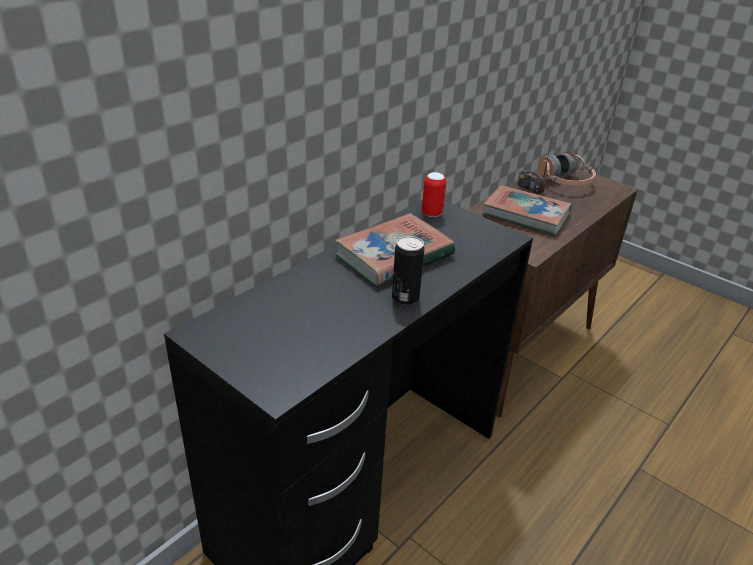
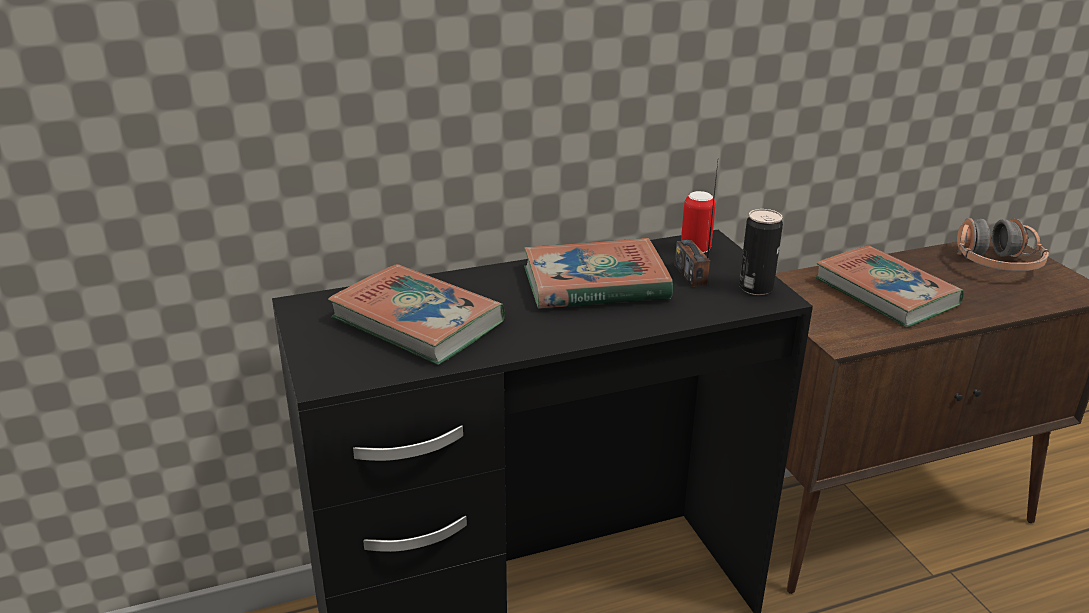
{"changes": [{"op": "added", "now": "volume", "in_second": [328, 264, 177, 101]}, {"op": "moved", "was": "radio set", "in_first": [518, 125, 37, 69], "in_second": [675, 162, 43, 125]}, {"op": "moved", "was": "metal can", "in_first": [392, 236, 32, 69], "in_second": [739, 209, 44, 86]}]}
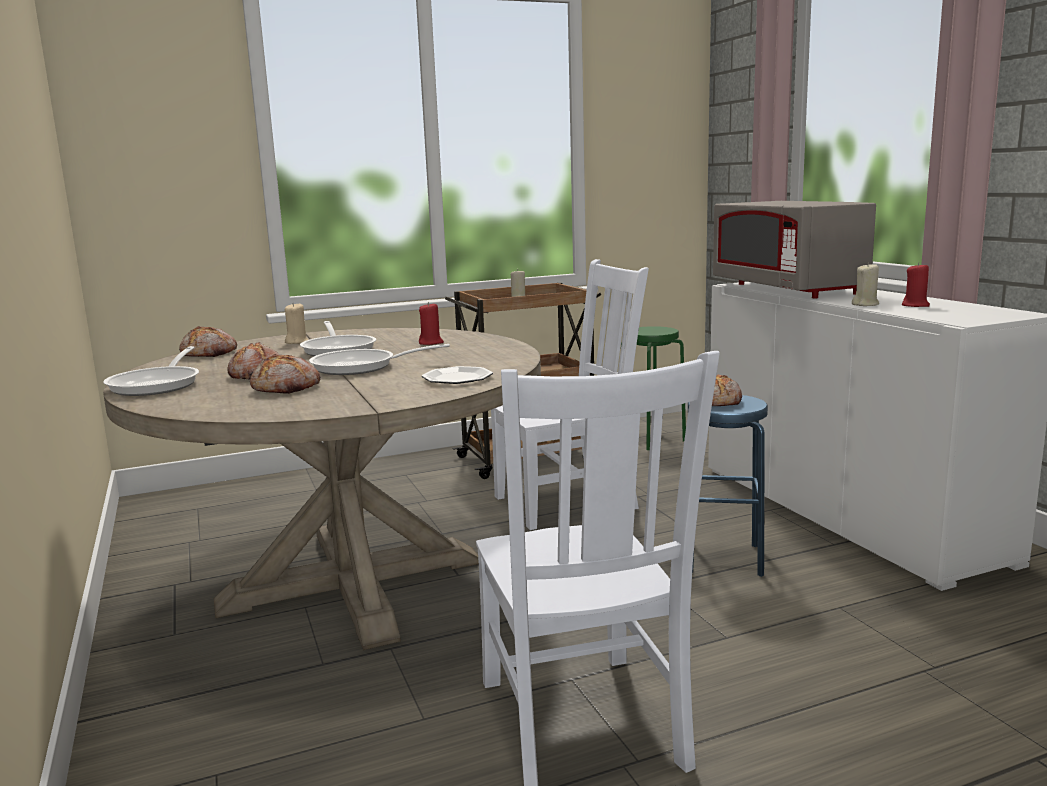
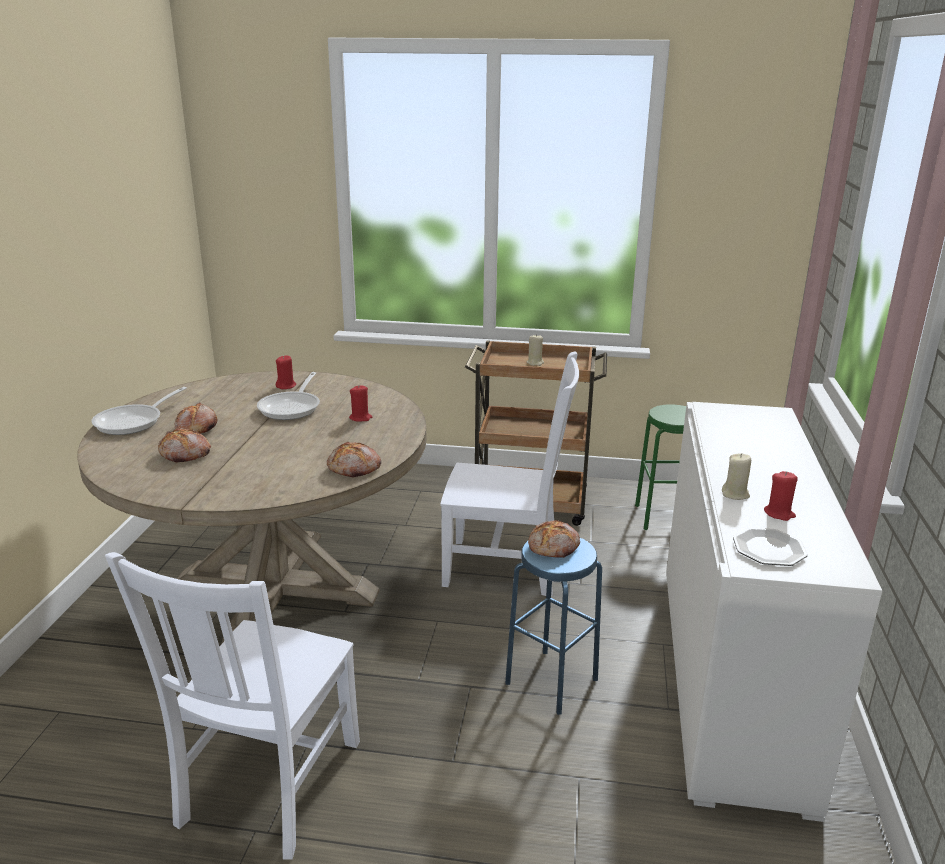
{"changes": [{"op": "recoloured", "was": "sand-coloured wax light", "now": "red wax light", "in_first": [285, 302, 24, 42], "in_second": [276, 355, 20, 34]}, {"op": "moved", "was": "baked bread", "in_first": [179, 326, 58, 31], "in_second": [327, 442, 54, 36]}, {"op": "moved", "was": "flat dish", "in_first": [422, 366, 71, 18], "in_second": [733, 527, 75, 39]}, {"op": "removed", "was": "pan", "in_first": [309, 344, 141, 31]}, {"op": "removed", "was": "grey kitchen microwave", "in_first": [713, 201, 163, 98]}]}
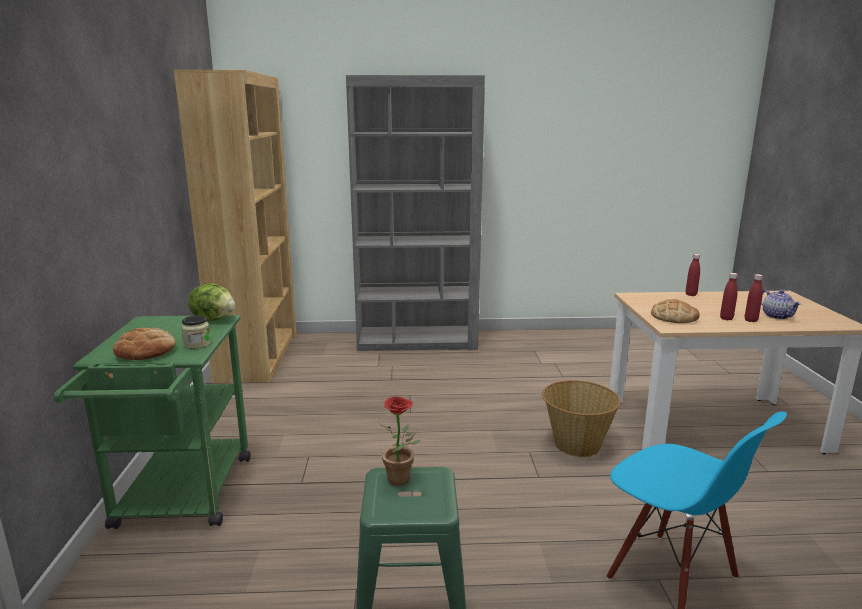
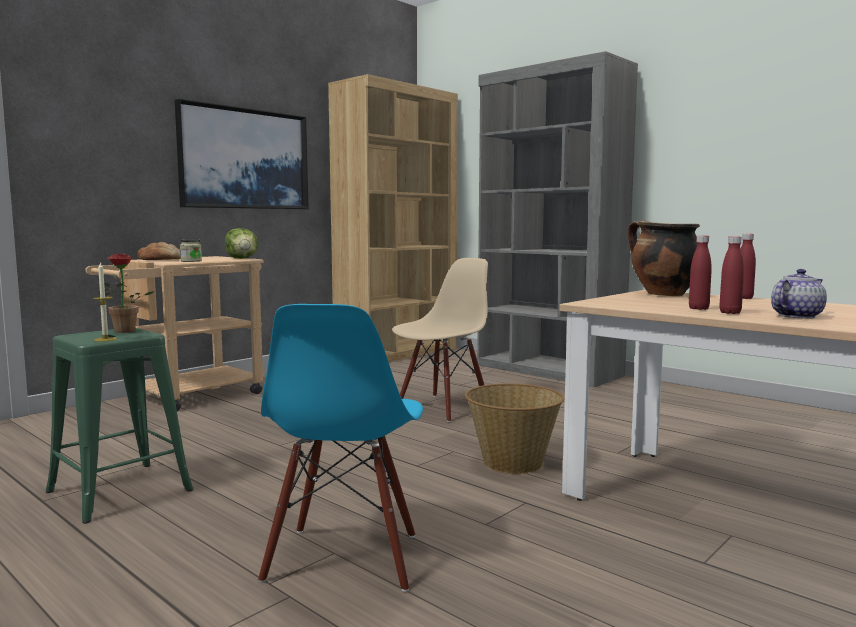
{"changes": [{"op": "recoloured", "was": "green-coloured wheeled cart", "now": "sand-coloured wheeled cart", "in_first": [54, 315, 197, 214], "in_second": [85, 256, 179, 155]}, {"op": "added", "now": "wax light", "in_second": [93, 262, 24, 80]}, {"op": "added", "now": "picture", "in_second": [175, 99, 134, 110]}, {"op": "added", "now": "sand-coloured upright chair", "in_second": [392, 258, 96, 164]}, {"op": "added", "now": "stockpot", "in_second": [627, 221, 73, 75]}, {"op": "turned", "was": "pot for tea", "in_first": [761, 290, 41, 29], "in_second": [771, 269, 56, 50], "clockwise": -150}, {"op": "removed", "was": "baked bread", "in_first": [651, 299, 49, 24]}]}
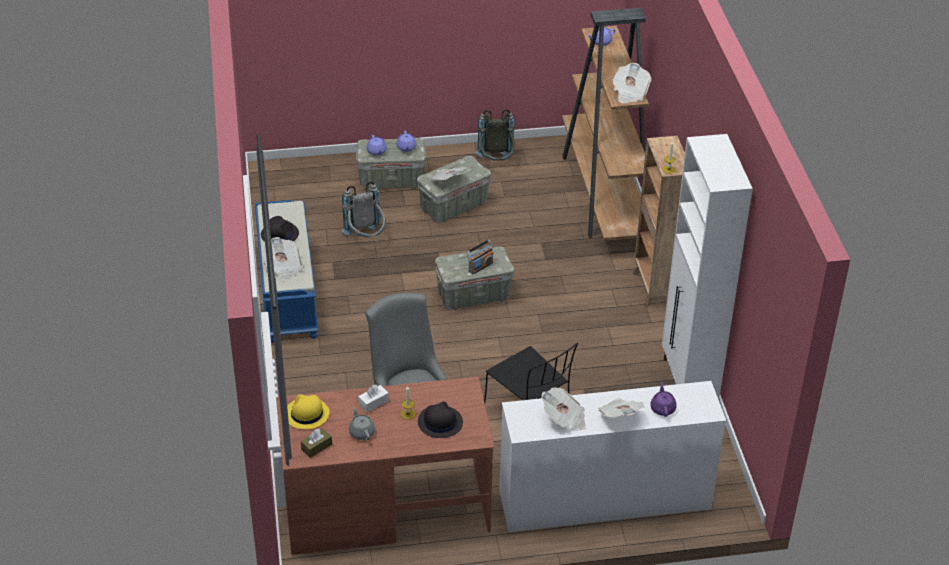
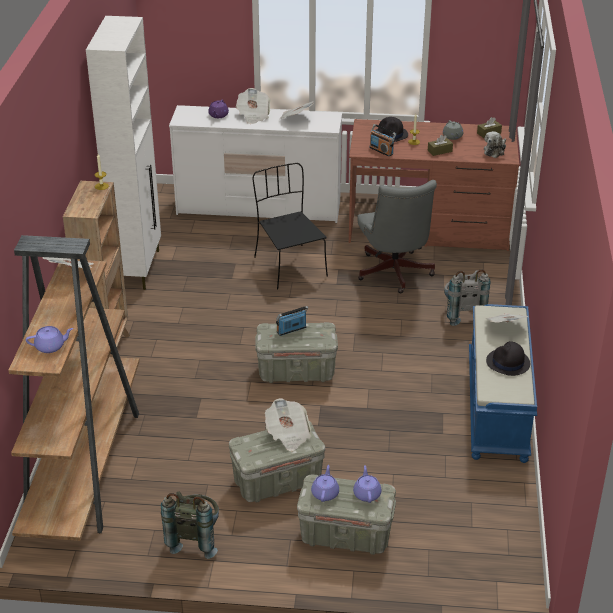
{"changes": [{"op": "added", "now": "radio set", "in_second": [369, 124, 27, 32]}, {"op": "recoloured", "was": "white-coloured tissue box", "now": "brownish tissue box", "in_first": [358, 384, 31, 28], "in_second": [428, 135, 25, 21]}, {"op": "moved", "was": "grey backpack", "in_first": [342, 181, 44, 56], "in_second": [444, 269, 46, 57]}, {"op": "replaced", "was": "yellowish hat", "now": "plush toy", "in_first": [287, 394, 43, 36], "in_second": [484, 131, 22, 27]}]}
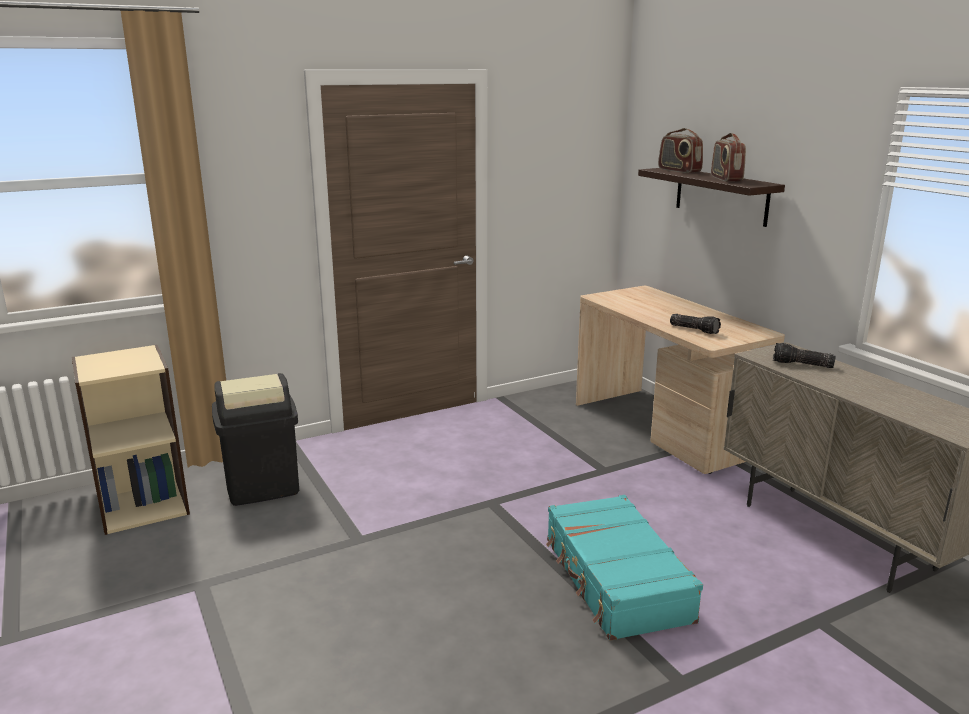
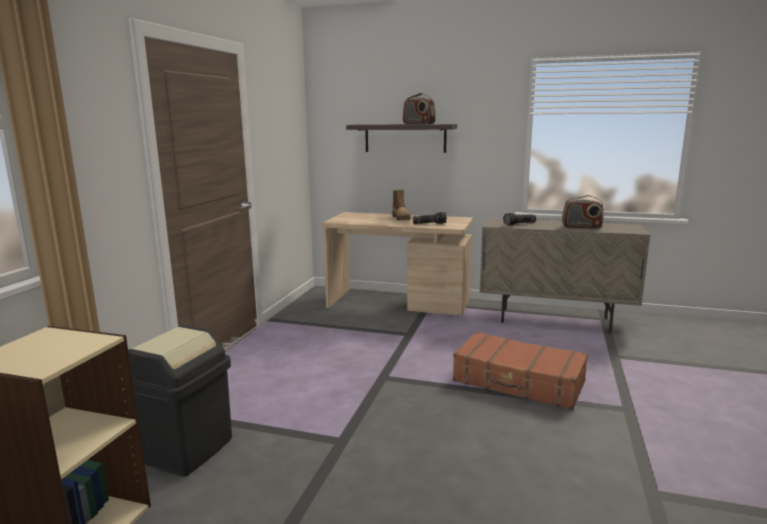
{"changes": [{"op": "added", "now": "boot", "in_second": [392, 190, 19, 30]}, {"op": "recoloured", "was": "turquoise-coloured suitcase", "now": "brownish suitcase", "in_first": [546, 495, 157, 146], "in_second": [453, 332, 135, 78]}, {"op": "moved", "was": "radio set", "in_first": [658, 128, 45, 45], "in_second": [562, 195, 42, 34]}]}
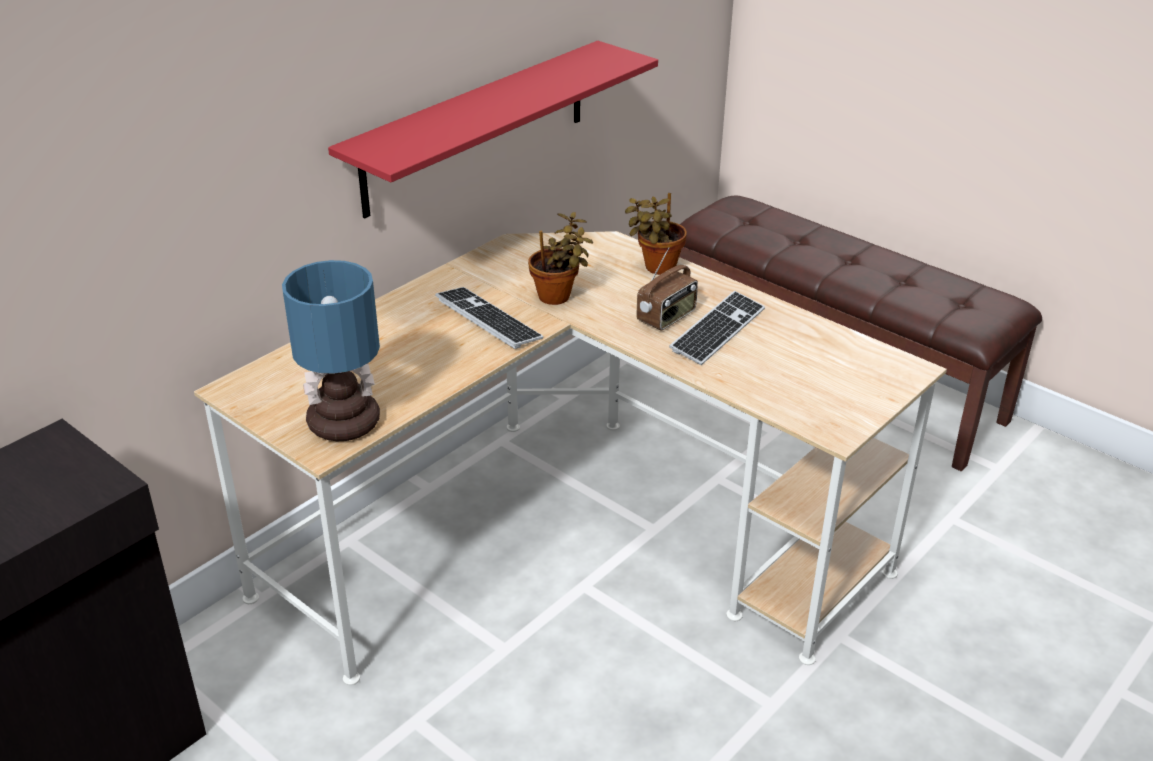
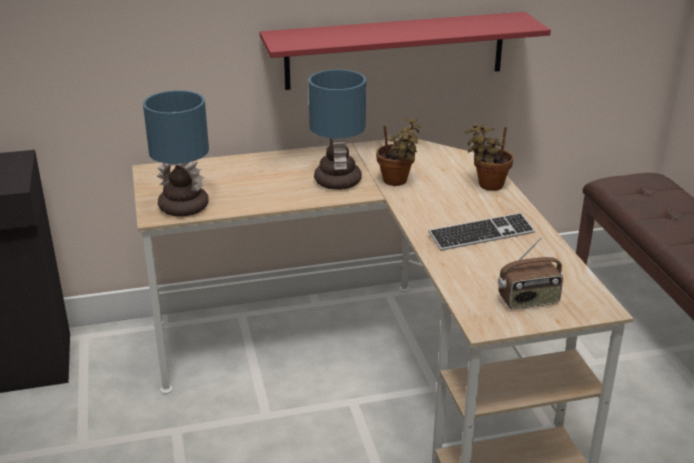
{"changes": [{"op": "replaced", "was": "computer keyboard", "now": "tabletop lamp", "in_first": [435, 287, 108, 62], "in_second": [308, 69, 58, 121]}, {"op": "moved", "was": "radio set", "in_first": [637, 247, 61, 84], "in_second": [498, 238, 65, 71]}]}
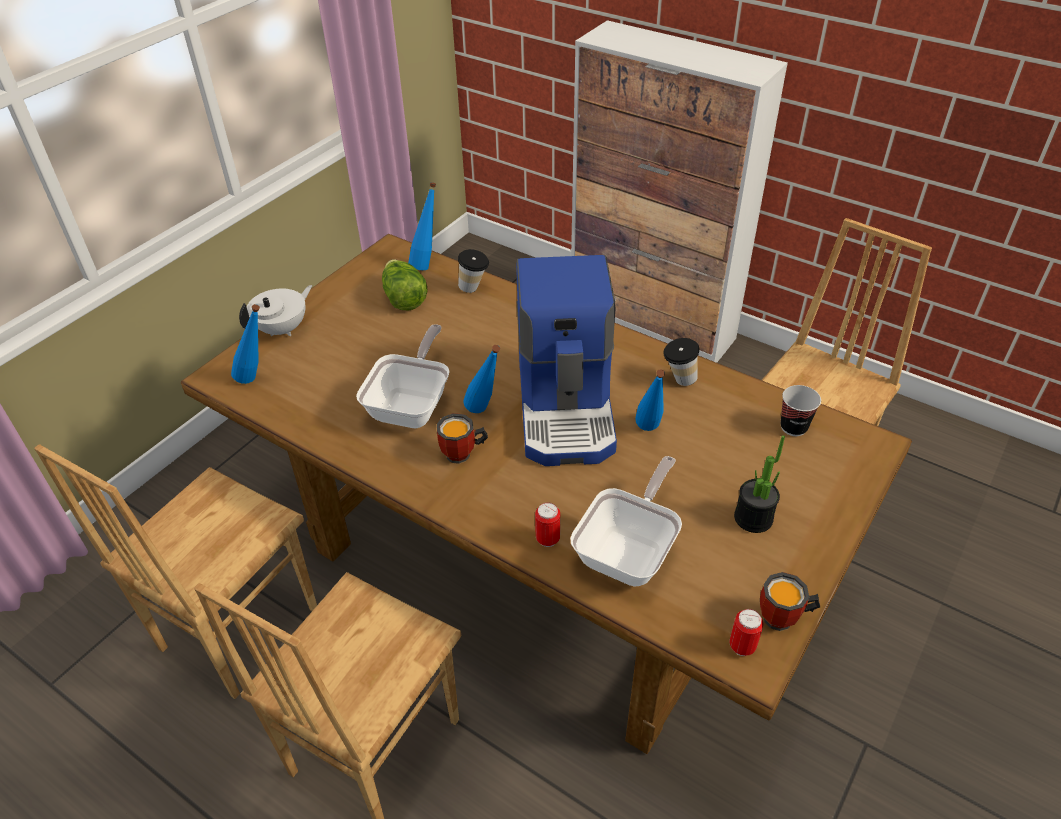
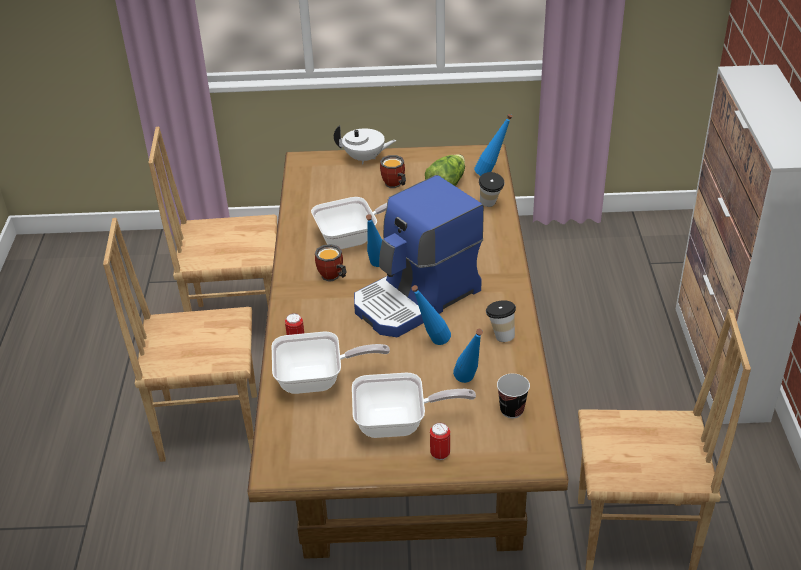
{"changes": [{"op": "replaced", "was": "plant in a pot", "now": "pan", "in_first": [734, 435, 51, 98], "in_second": [352, 373, 124, 65]}, {"op": "moved", "was": "tea mug", "in_first": [760, 572, 60, 59], "in_second": [380, 155, 26, 33]}, {"op": "moved", "was": "metal can", "in_first": [730, 609, 33, 47], "in_second": [430, 423, 20, 37]}, {"op": "moved", "was": "bluish beverage bottle", "in_first": [231, 304, 29, 80], "in_second": [453, 329, 30, 54]}]}
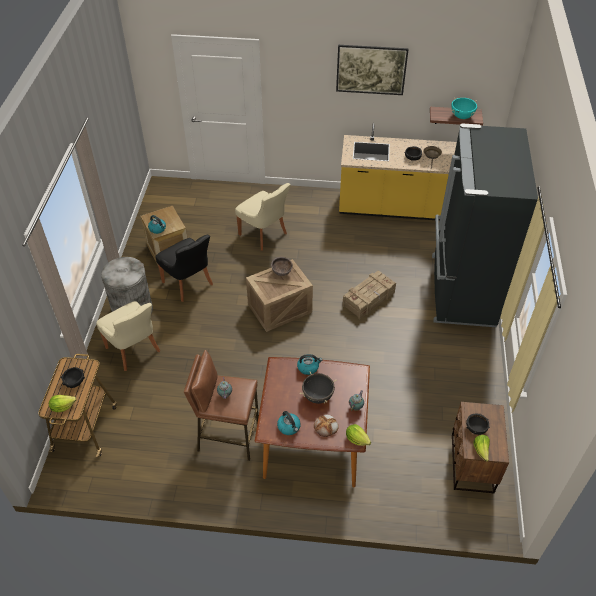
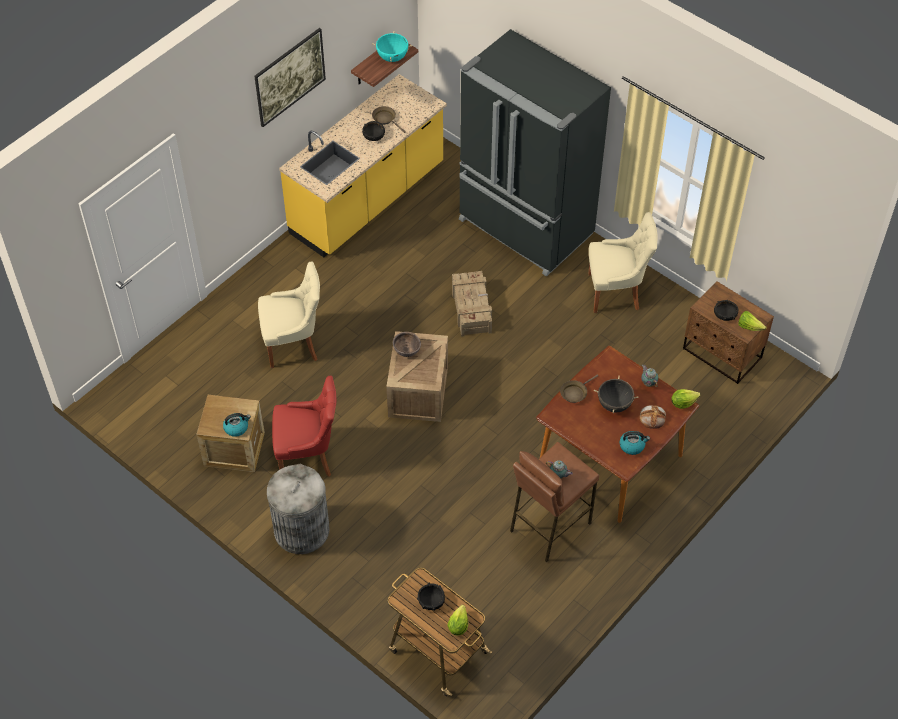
{"changes": [{"op": "recoloured", "was": "black upright chair", "now": "red upright chair", "in_first": [156, 235, 57, 67], "in_second": [272, 376, 64, 101]}, {"op": "replaced", "was": "tea kettle", "now": "brownish pan", "in_first": [297, 354, 25, 21], "in_second": [560, 375, 38, 28]}, {"op": "moved", "was": "sand-coloured upright chair", "in_first": [96, 301, 64, 70], "in_second": [588, 212, 70, 101]}]}
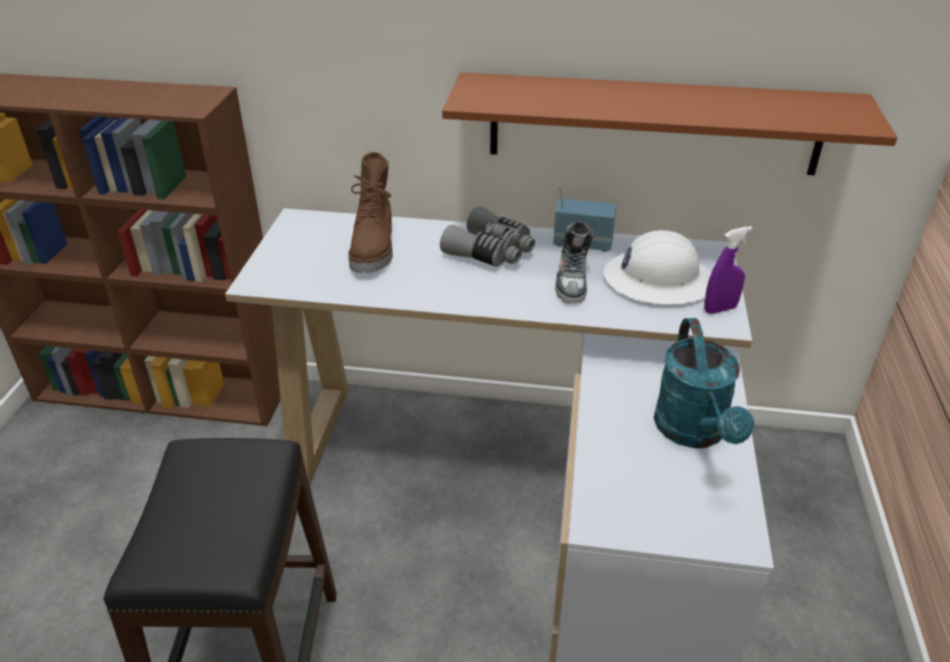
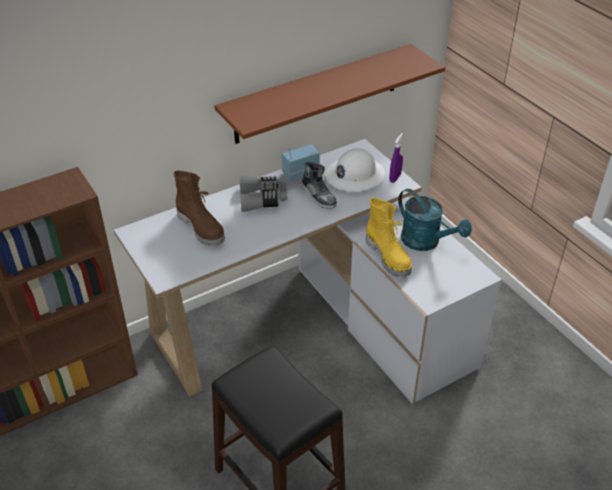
{"changes": [{"op": "added", "now": "yellowish boot", "in_second": [366, 198, 46, 79]}]}
